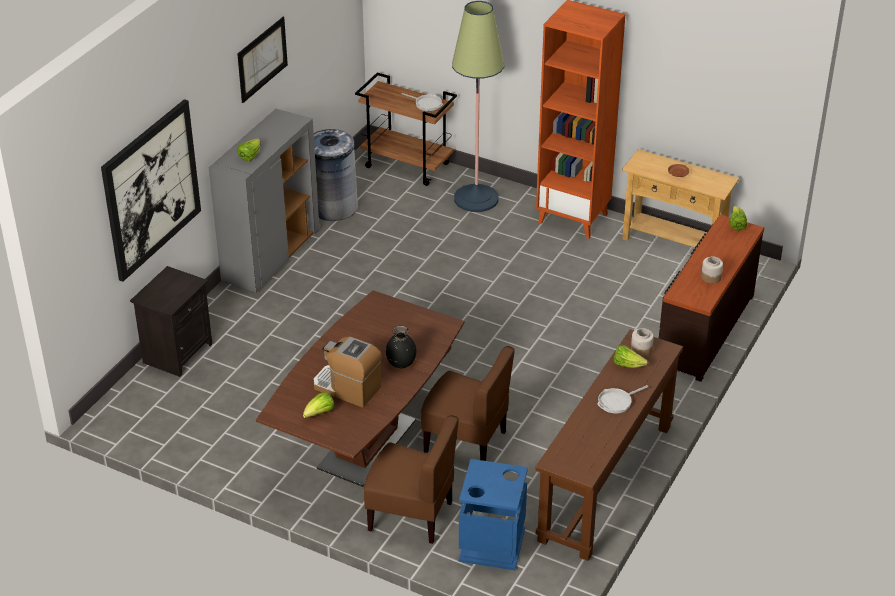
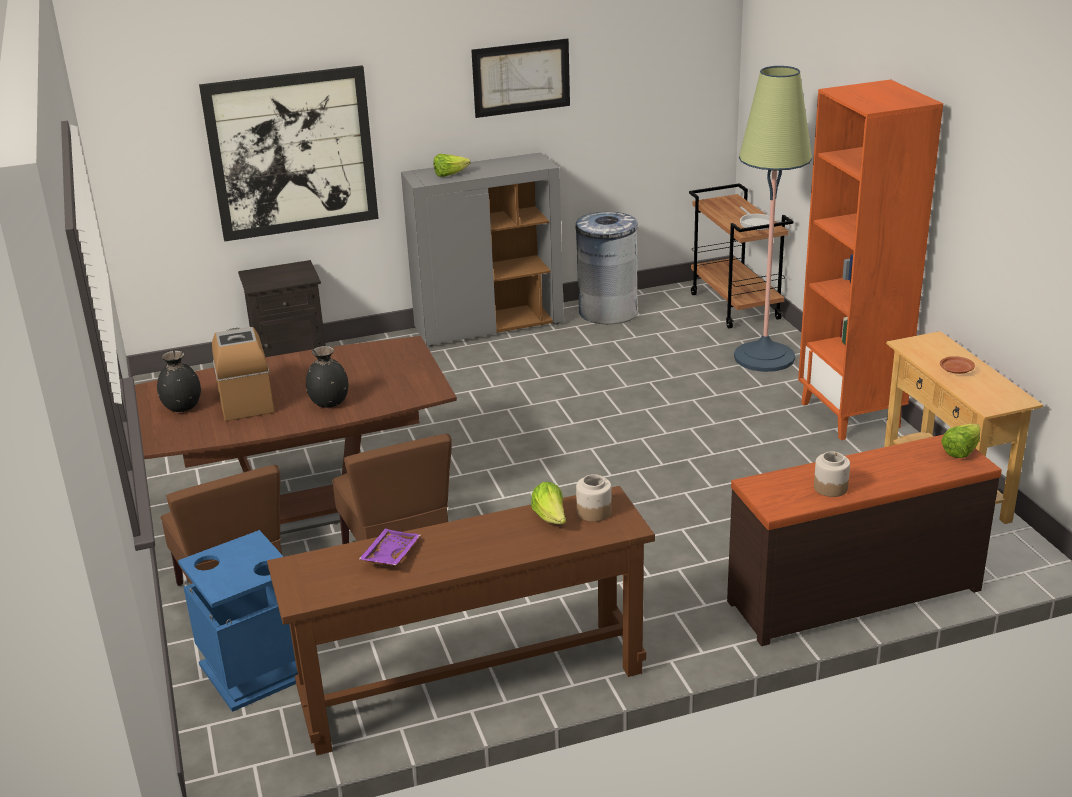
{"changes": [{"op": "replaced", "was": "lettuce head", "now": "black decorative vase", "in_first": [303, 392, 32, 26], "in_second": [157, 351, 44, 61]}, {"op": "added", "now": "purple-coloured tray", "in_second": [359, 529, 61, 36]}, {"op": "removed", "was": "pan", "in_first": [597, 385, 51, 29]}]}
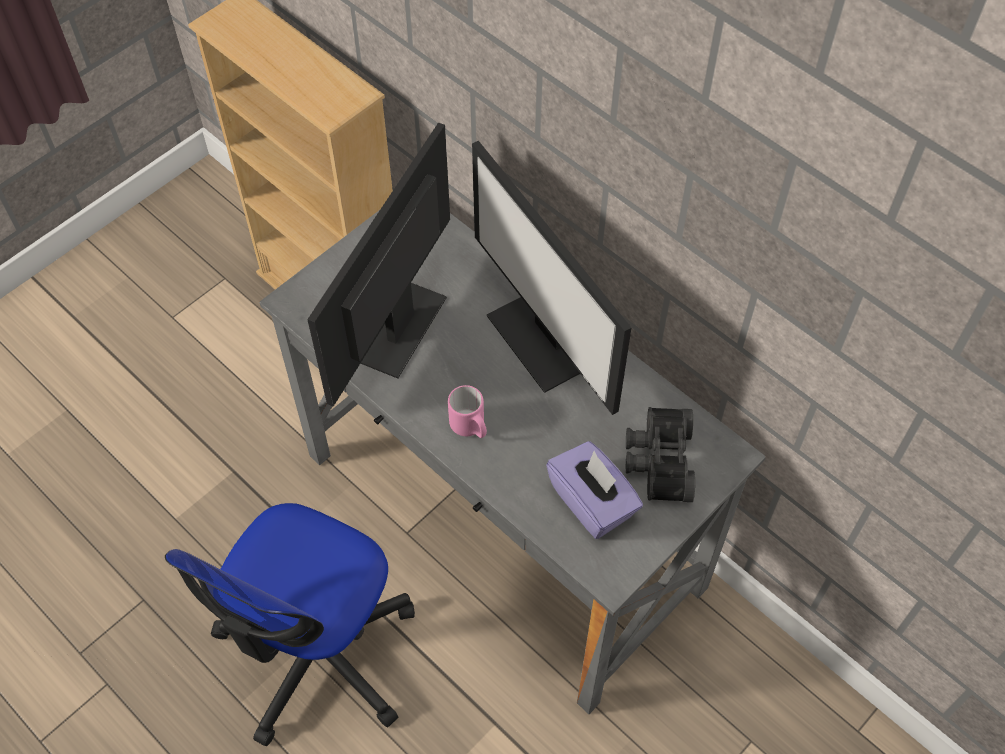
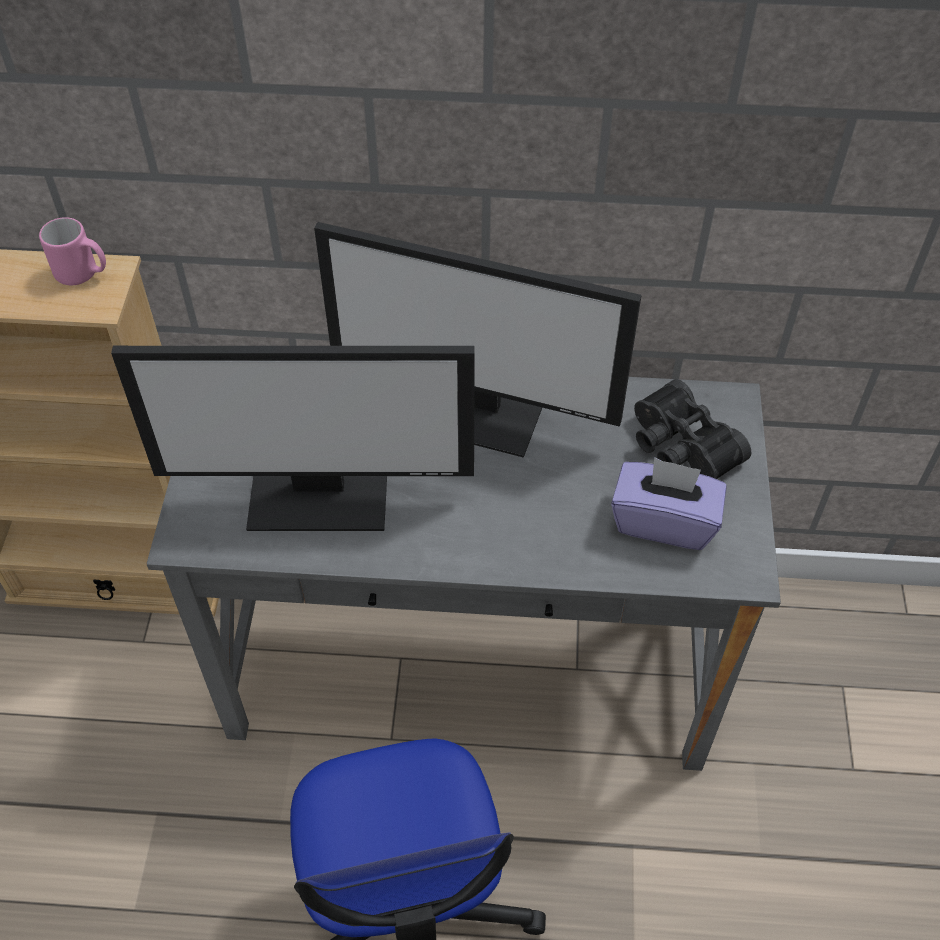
{"changes": [{"op": "moved", "was": "pinkish tea mug", "in_first": [448, 385, 39, 53], "in_second": [39, 217, 67, 69]}, {"op": "turned", "was": "computer screen", "in_first": [307, 122, 143, 285], "in_second": [111, 346, 364, 185], "clockwise": -75}]}
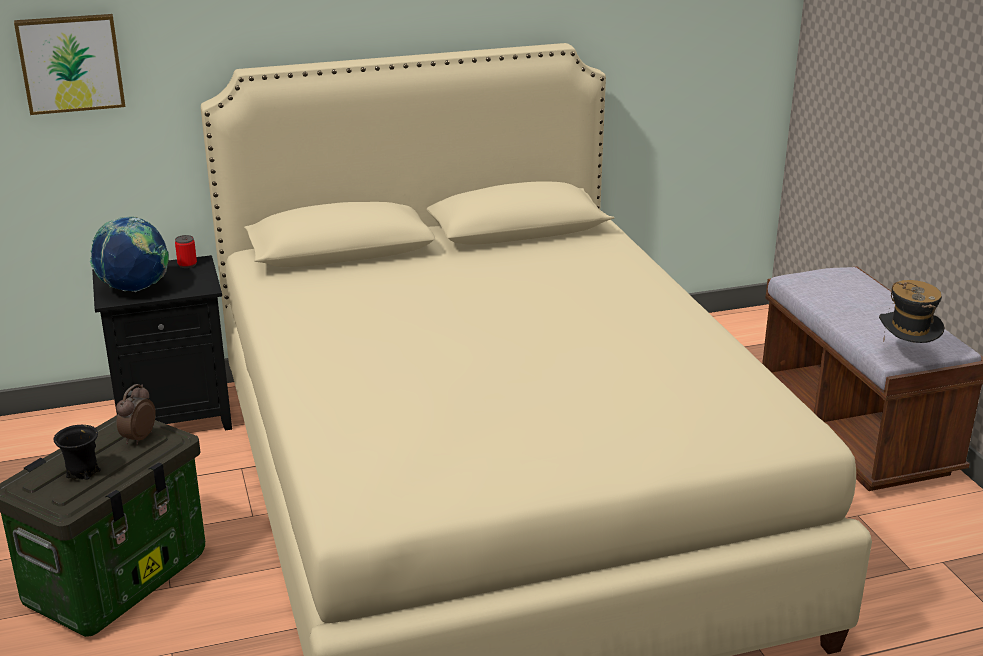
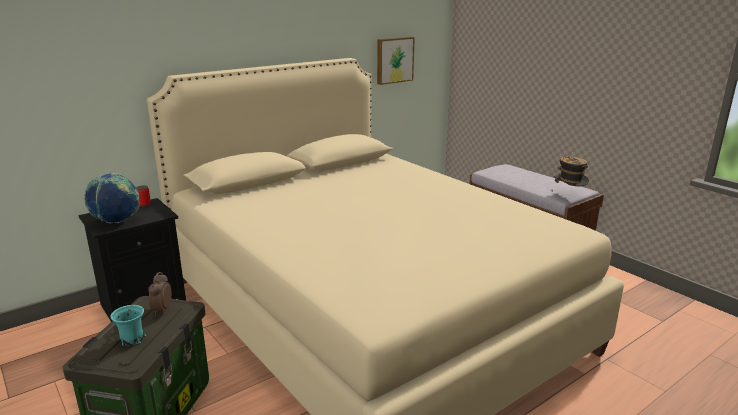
{"changes": [{"op": "recoloured", "was": "black tea mug", "now": "turquoise-coloured tea mug", "in_first": [53, 425, 48, 55], "in_second": [111, 305, 35, 41]}, {"op": "moved", "was": "picture", "in_first": [14, 14, 111, 101], "in_second": [377, 37, 38, 48]}]}
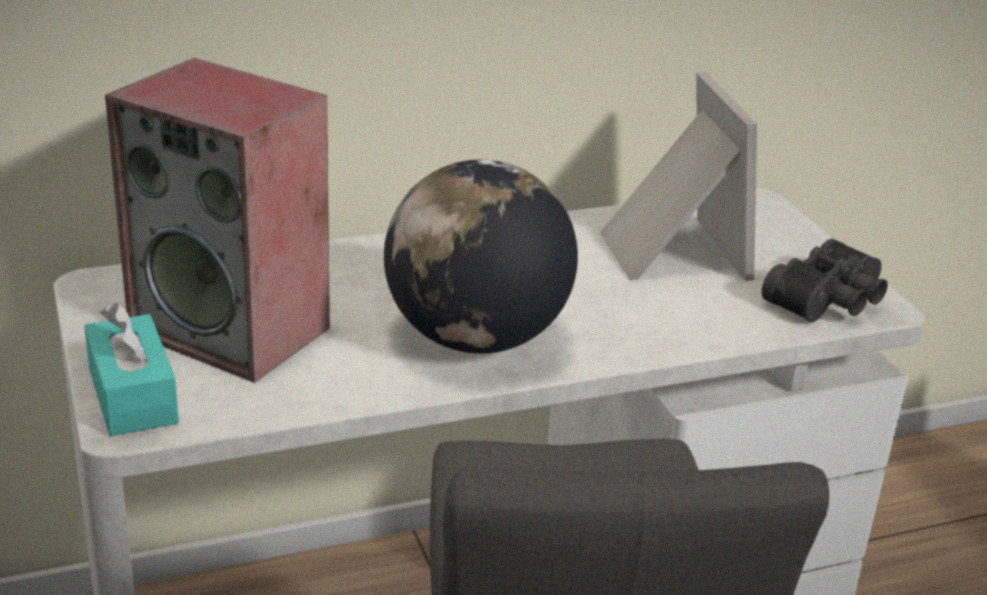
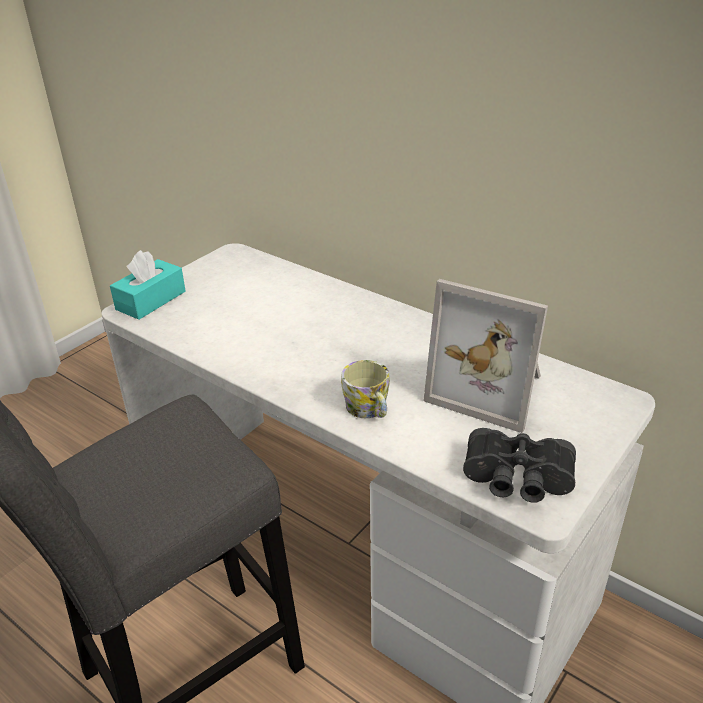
{"changes": [{"op": "added", "now": "tea mug", "in_second": [341, 360, 49, 58]}, {"op": "turned", "was": "picture frame", "in_first": [600, 71, 157, 210], "in_second": [423, 279, 125, 154], "clockwise": 75}, {"op": "removed", "was": "speaker", "in_first": [105, 58, 225, 325]}, {"op": "removed", "was": "world globe", "in_first": [384, 160, 194, 194]}]}
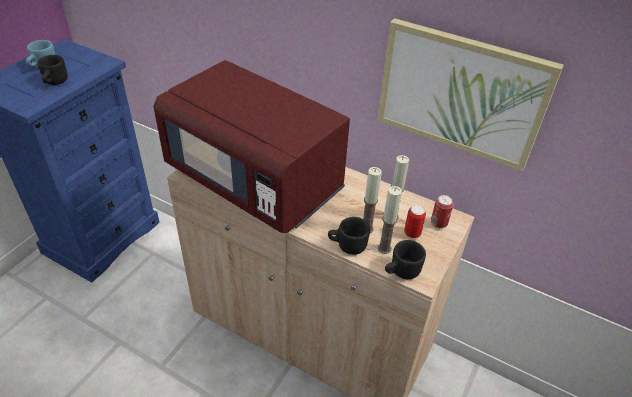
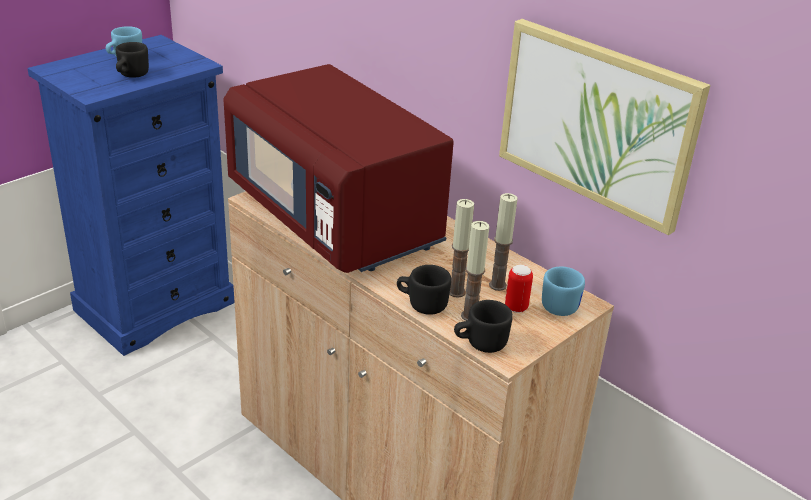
{"changes": [{"op": "replaced", "was": "metal can", "now": "bluish tea mug", "in_first": [431, 195, 23, 33], "in_second": [542, 267, 43, 49]}]}
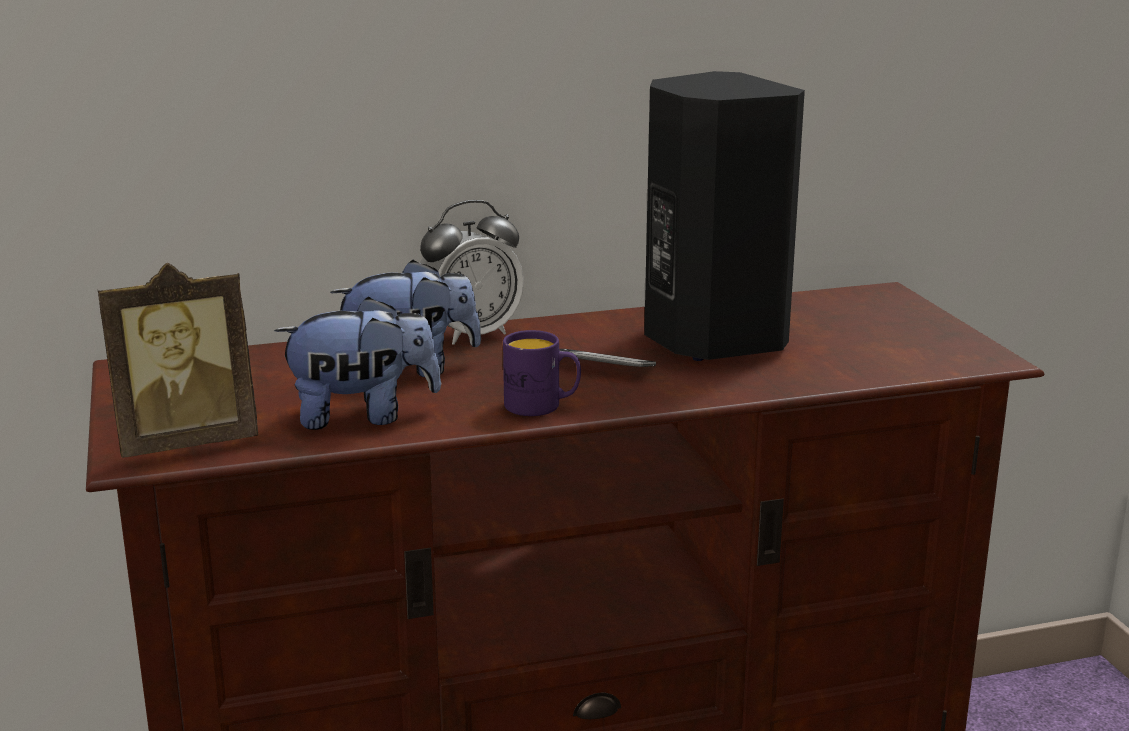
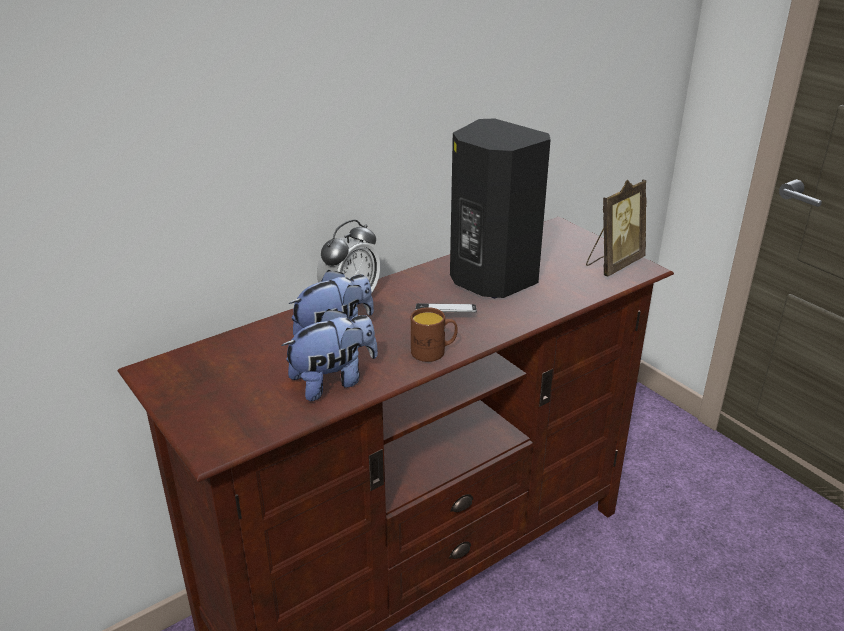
{"changes": [{"op": "recoloured", "was": "purple-coloured tea mug", "now": "brownish tea mug", "in_first": [503, 330, 78, 86], "in_second": [411, 307, 47, 55]}, {"op": "moved", "was": "picture frame", "in_first": [98, 263, 160, 195], "in_second": [586, 180, 60, 96]}]}
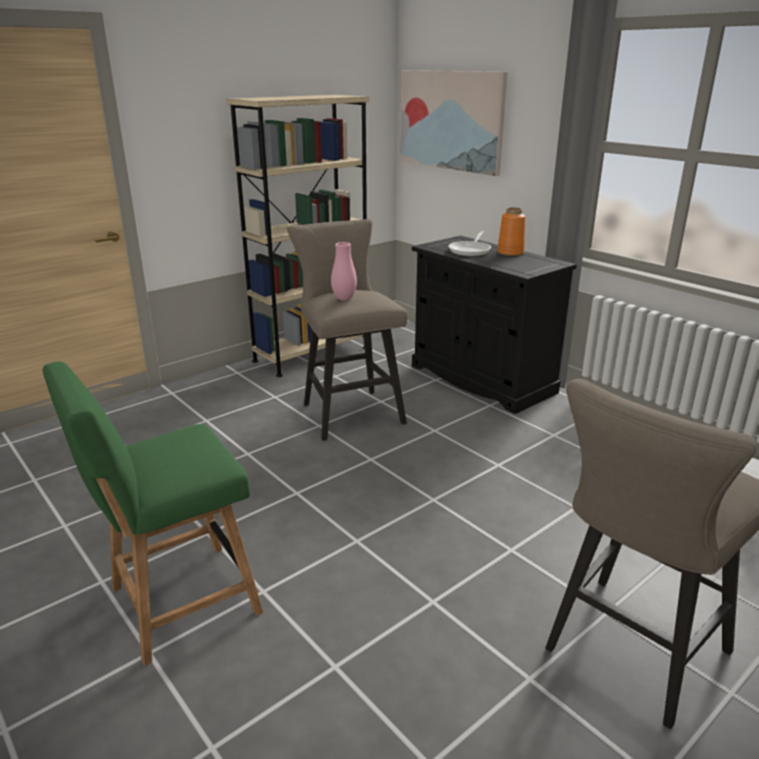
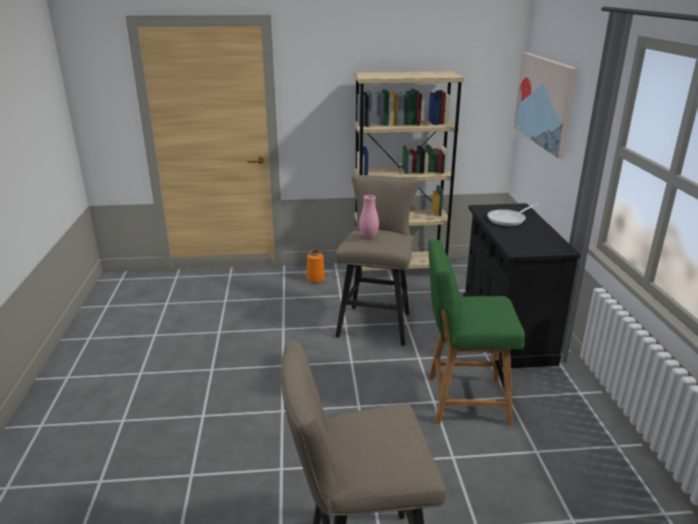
{"changes": [{"op": "moved", "was": "orangey decorative vase", "in_first": [497, 207, 29, 49], "in_second": [307, 249, 18, 34]}, {"op": "moved", "was": "green-coloured upright chair", "in_first": [42, 361, 222, 305], "in_second": [428, 239, 97, 187]}]}
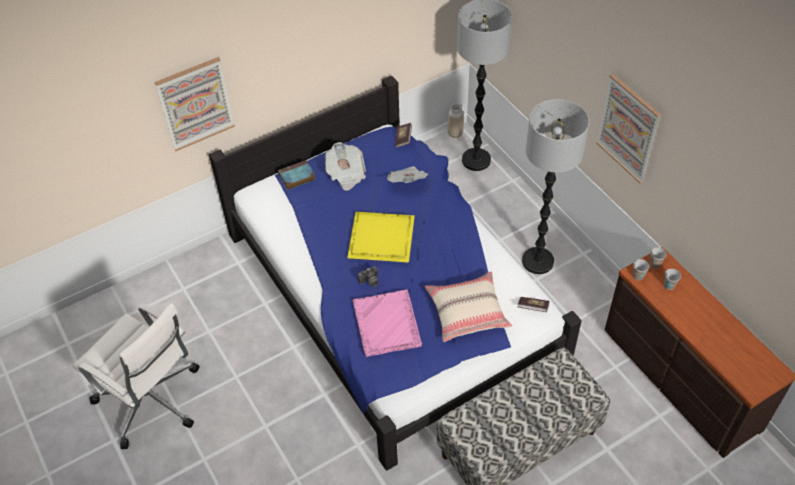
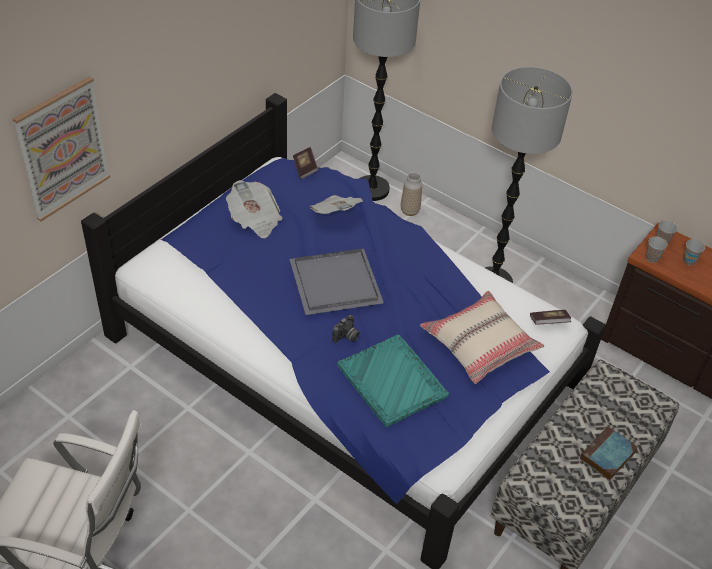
{"changes": [{"op": "recoloured", "was": "yellowish tray", "now": "grey tray", "in_first": [347, 212, 68, 51], "in_second": [289, 249, 95, 66]}, {"op": "recoloured", "was": "pinkish tray", "now": "turquoise-coloured tray", "in_first": [353, 289, 69, 68], "in_second": [337, 334, 112, 93]}, {"op": "moved", "was": "decorative vase", "in_first": [447, 104, 17, 34], "in_second": [401, 172, 21, 44]}, {"op": "moved", "was": "volume", "in_first": [278, 160, 38, 30], "in_second": [580, 426, 58, 55]}, {"op": "removed", "was": "picture", "in_first": [596, 74, 65, 110]}]}
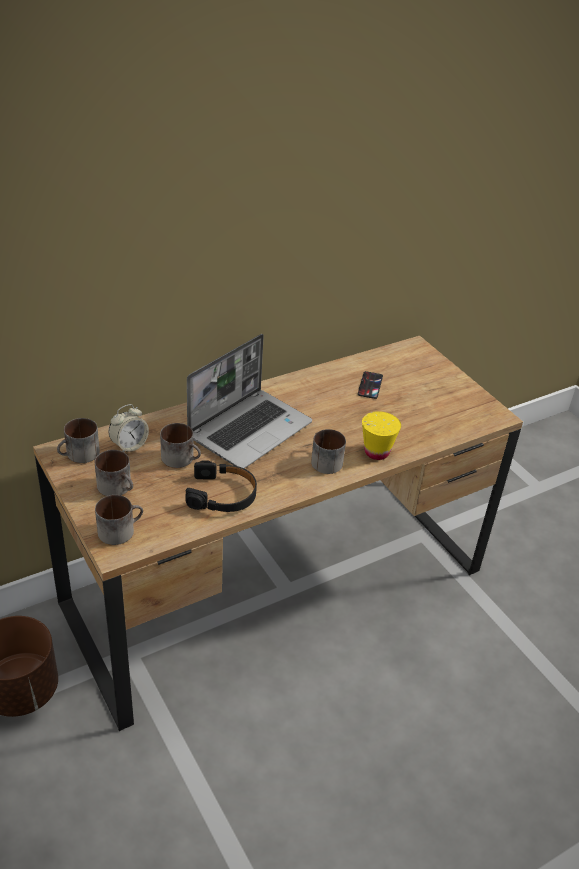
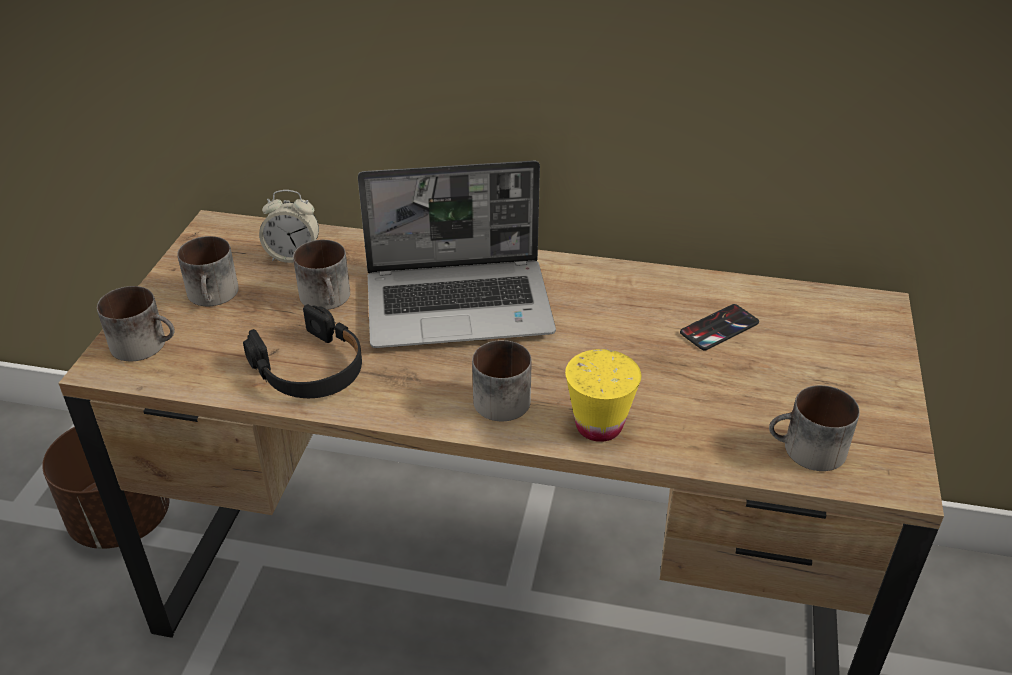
{"changes": [{"op": "moved", "was": "tea mug", "in_first": [57, 418, 43, 45], "in_second": [769, 385, 91, 86]}]}
